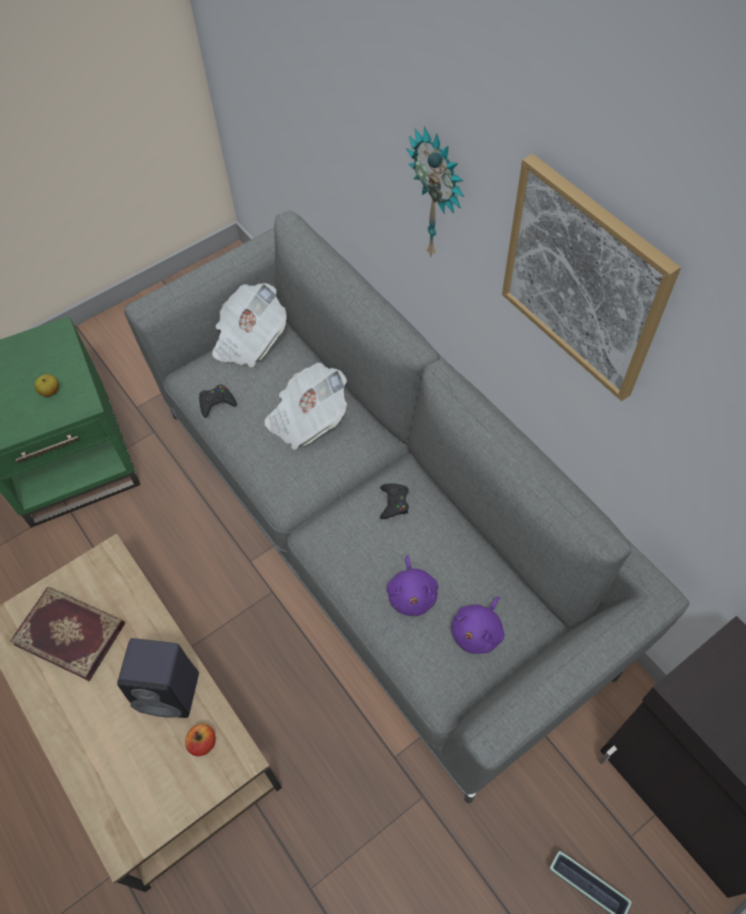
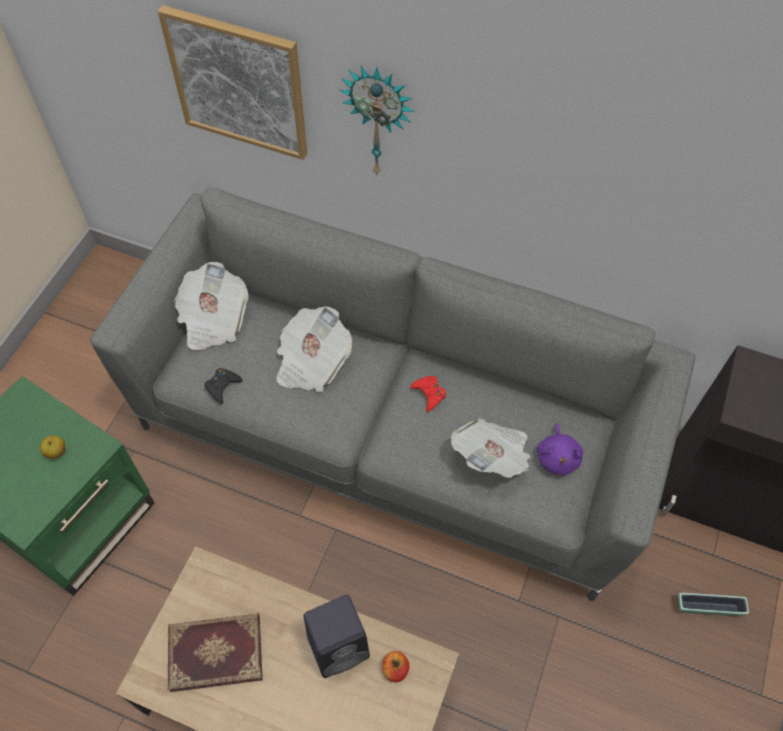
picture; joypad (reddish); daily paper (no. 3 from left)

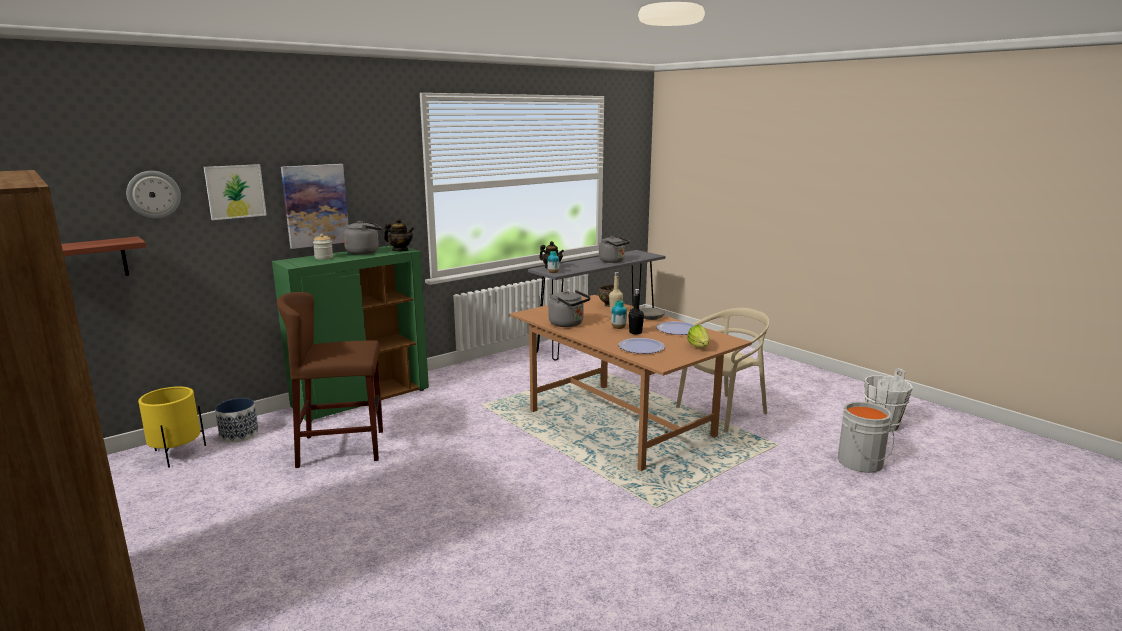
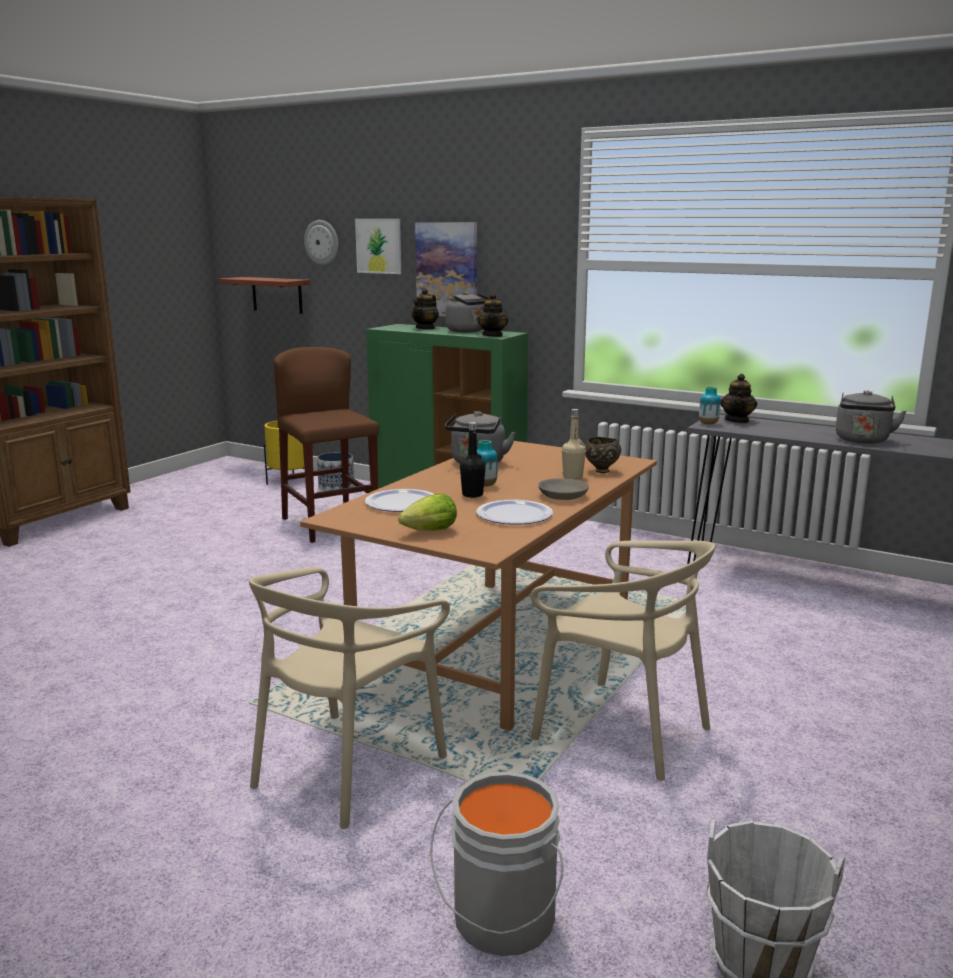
tea pot (no. 1 from left); chair (sand-coloured) (no. 1 from left)

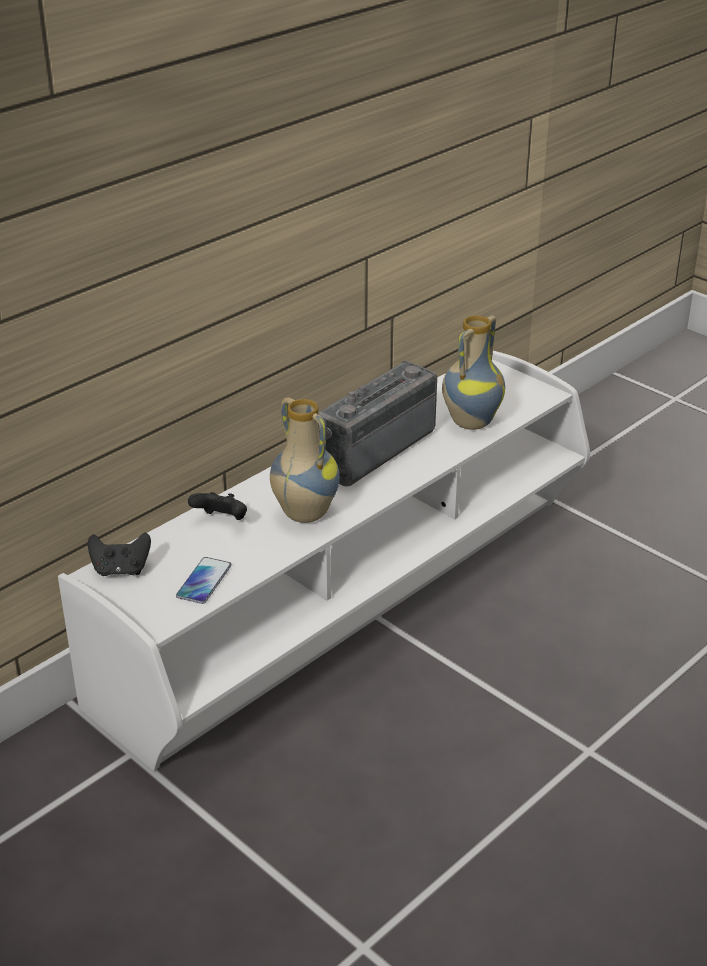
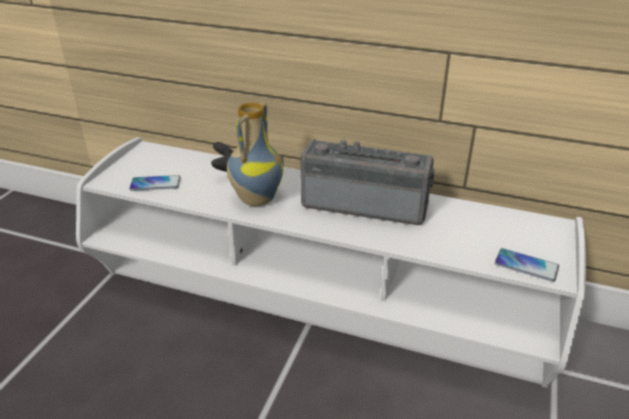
decorative vase (no. 2 from left in the first image); joypad (black-coloured) (no. 1 from left in the first image); handset (no. 2 from left)

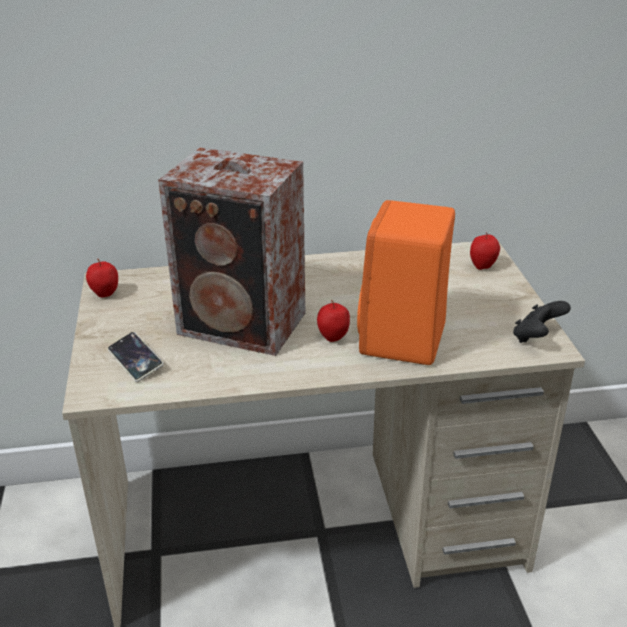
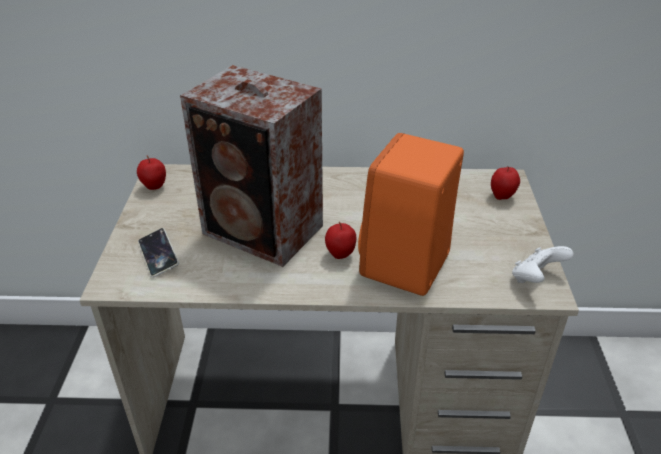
joypad (white-coloured)

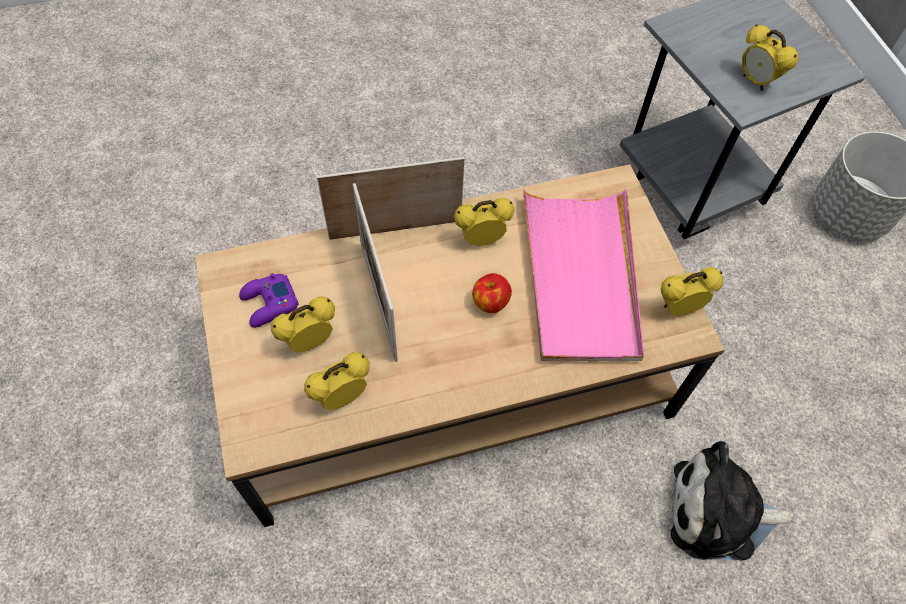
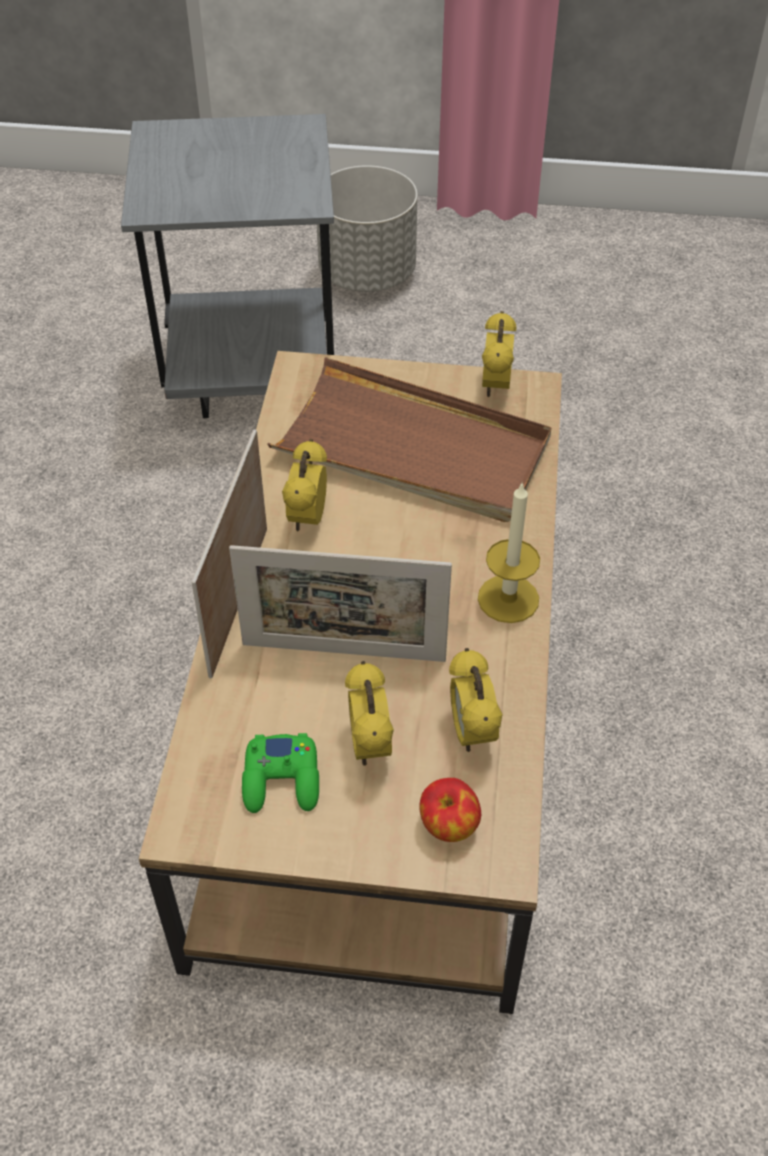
table clock (no. 5 from left in the first image); carrying tray (brownish); joypad (greenish); apple; cuddly toy; candle

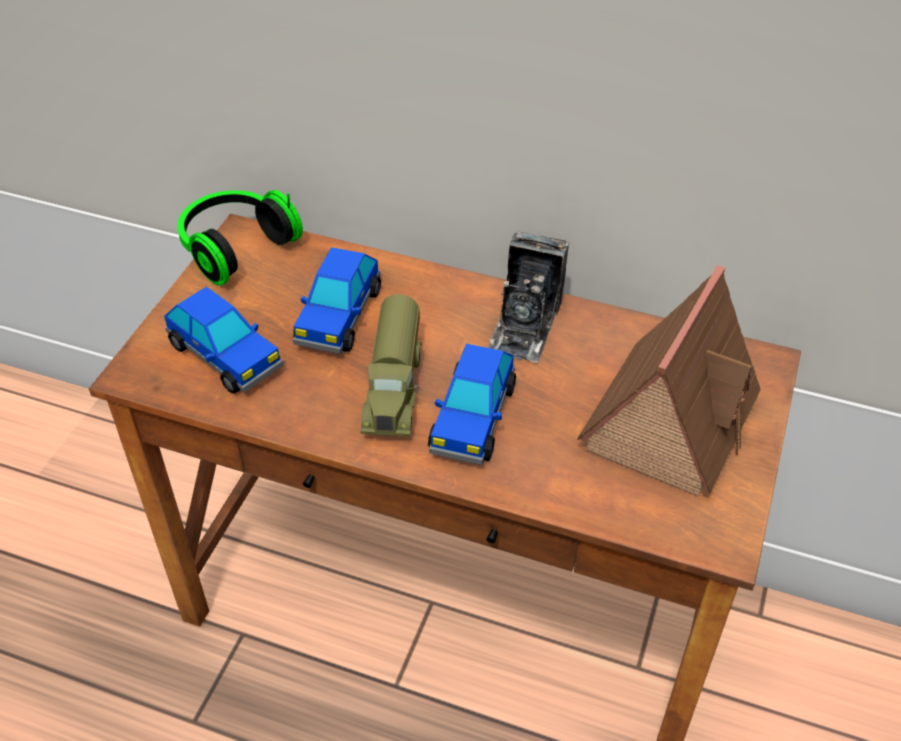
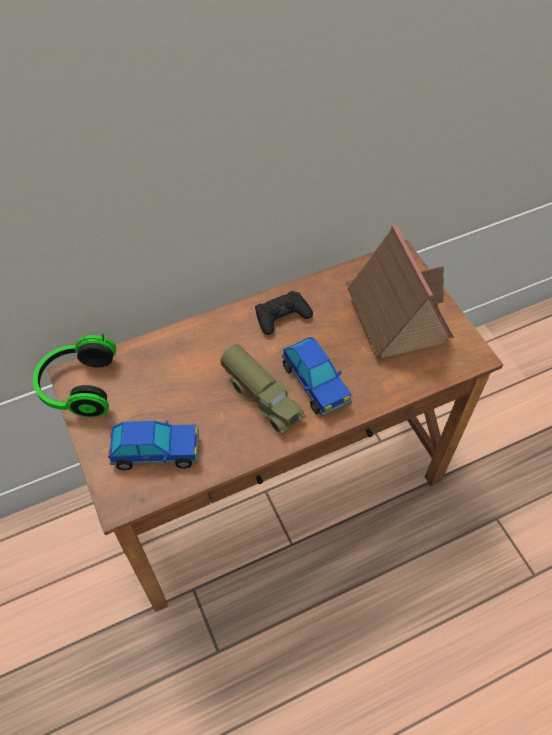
joypad (black-coloured); model car (no. 2 from left in the first image)

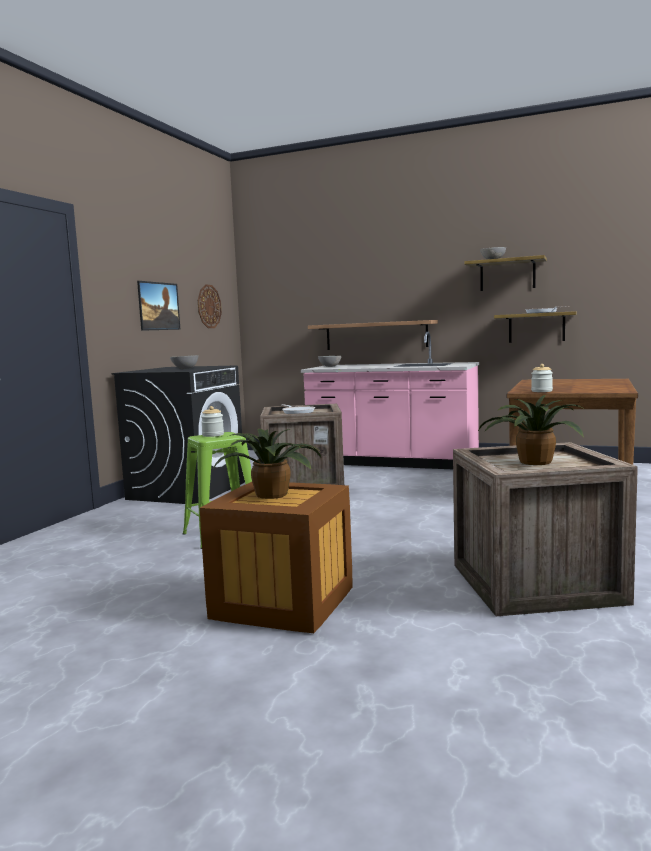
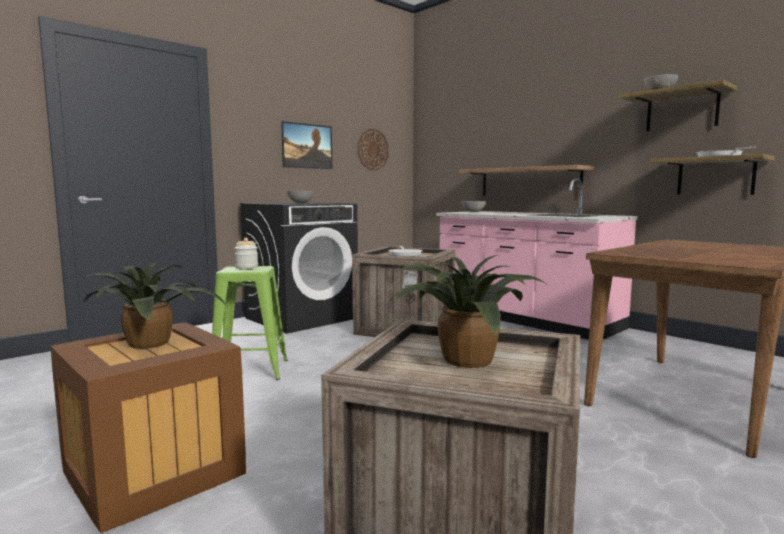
preserve jar (no. 2 from left in the first image)

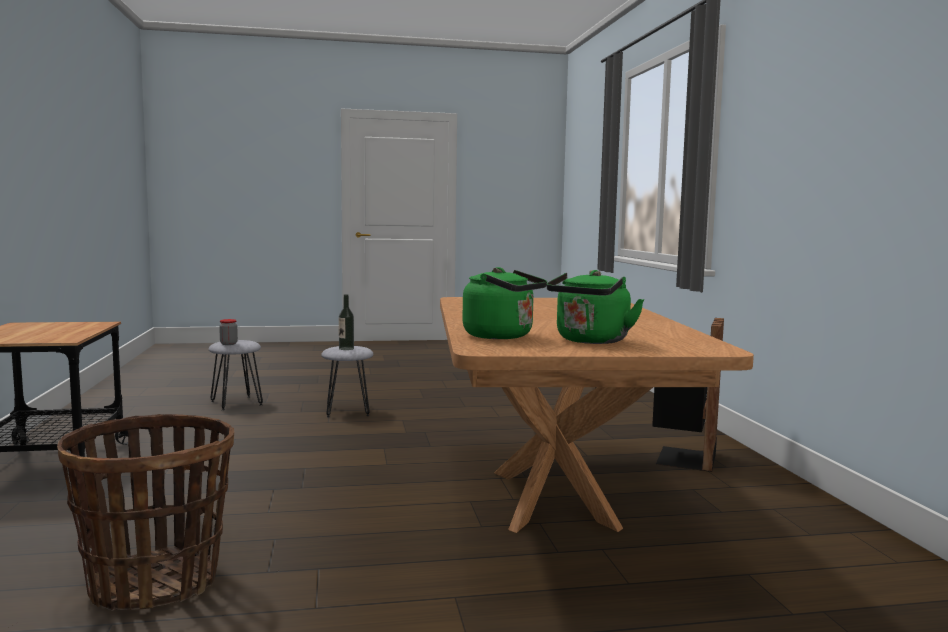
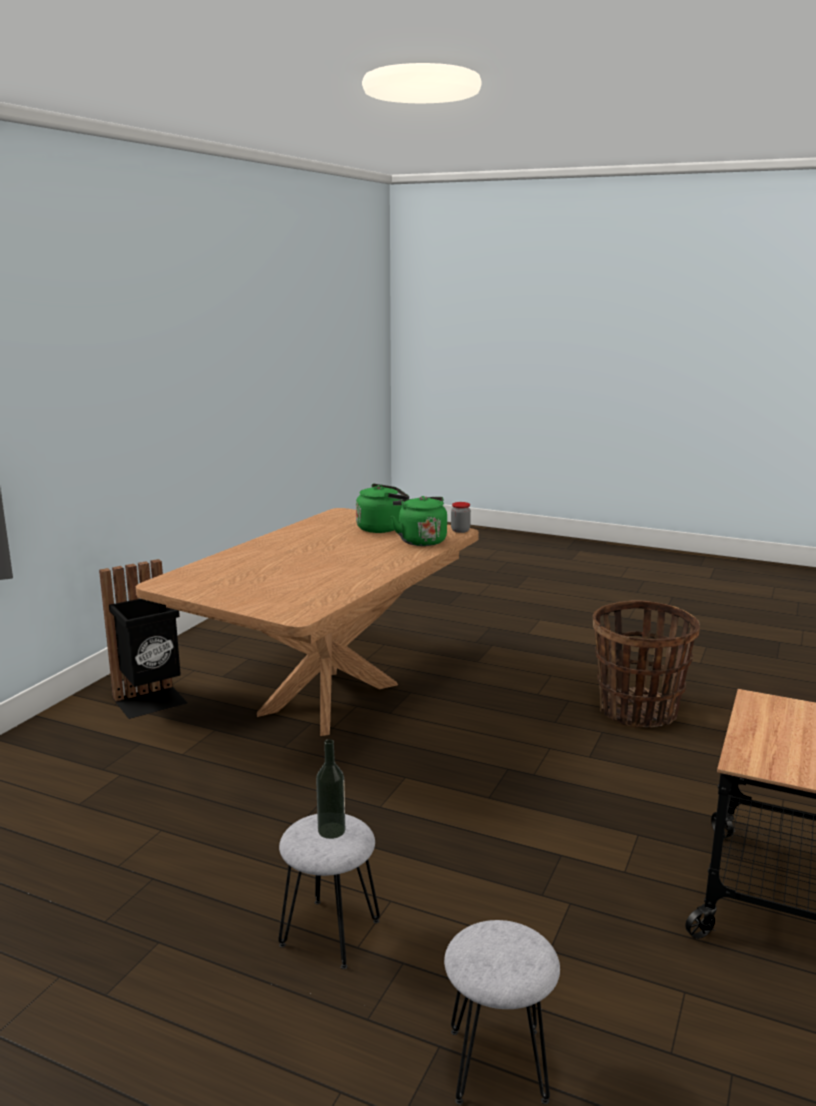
preserve jar

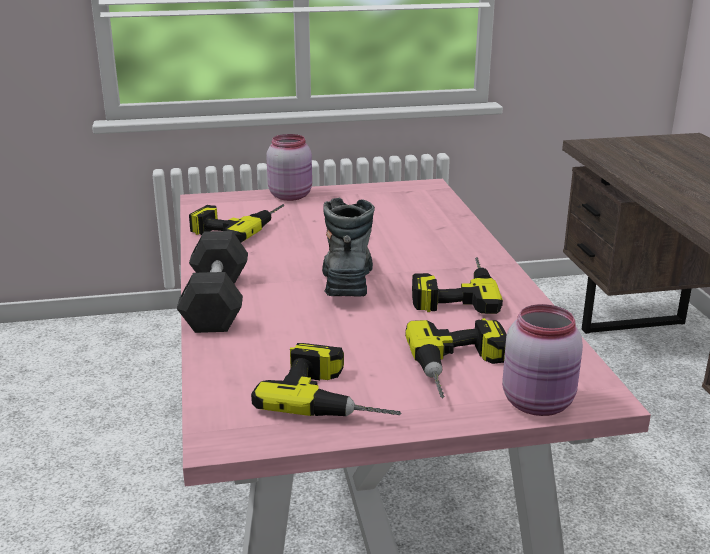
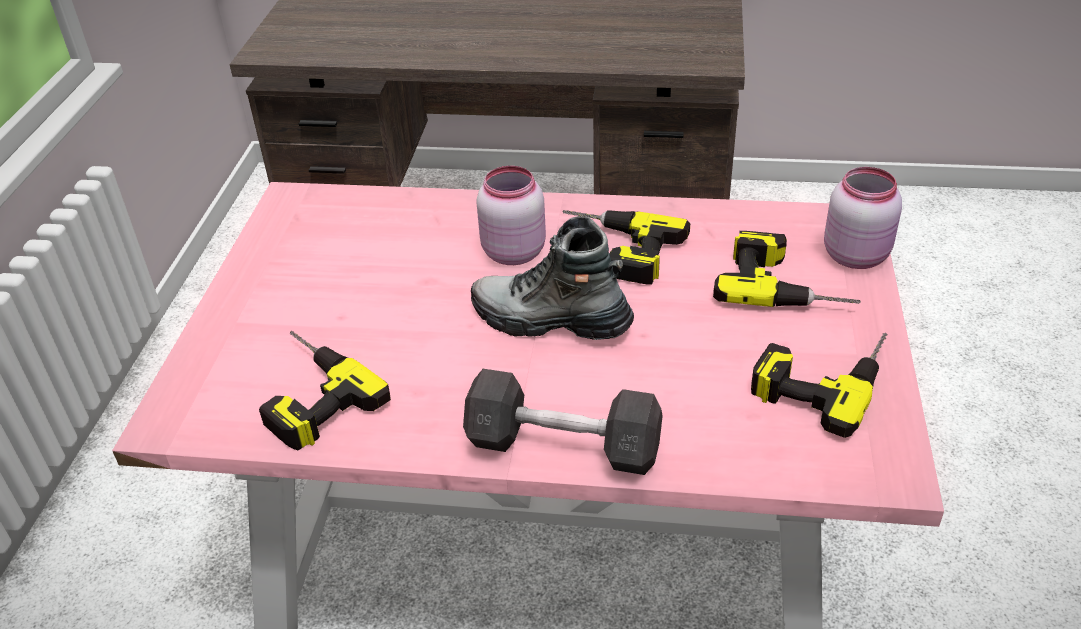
preserve jar (pink) (no. 1 from left)

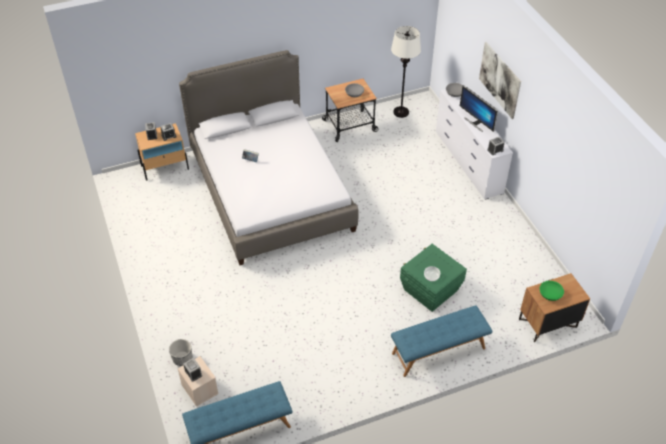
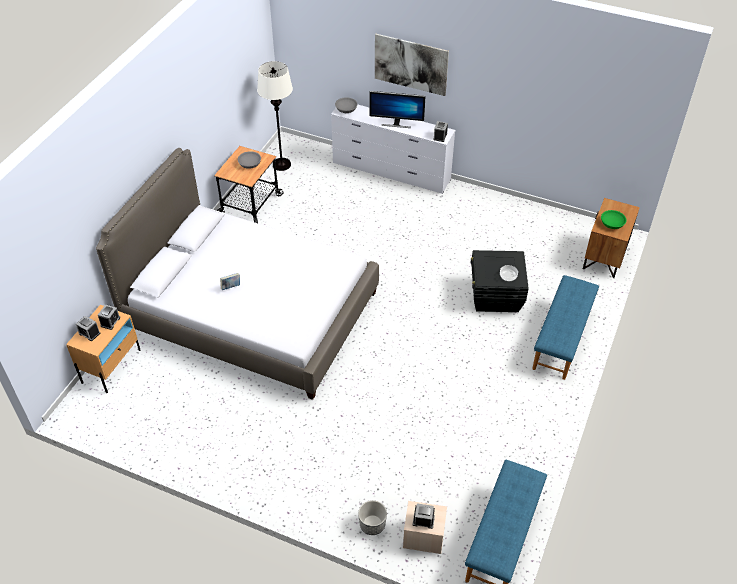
storage box (black-coloured)

